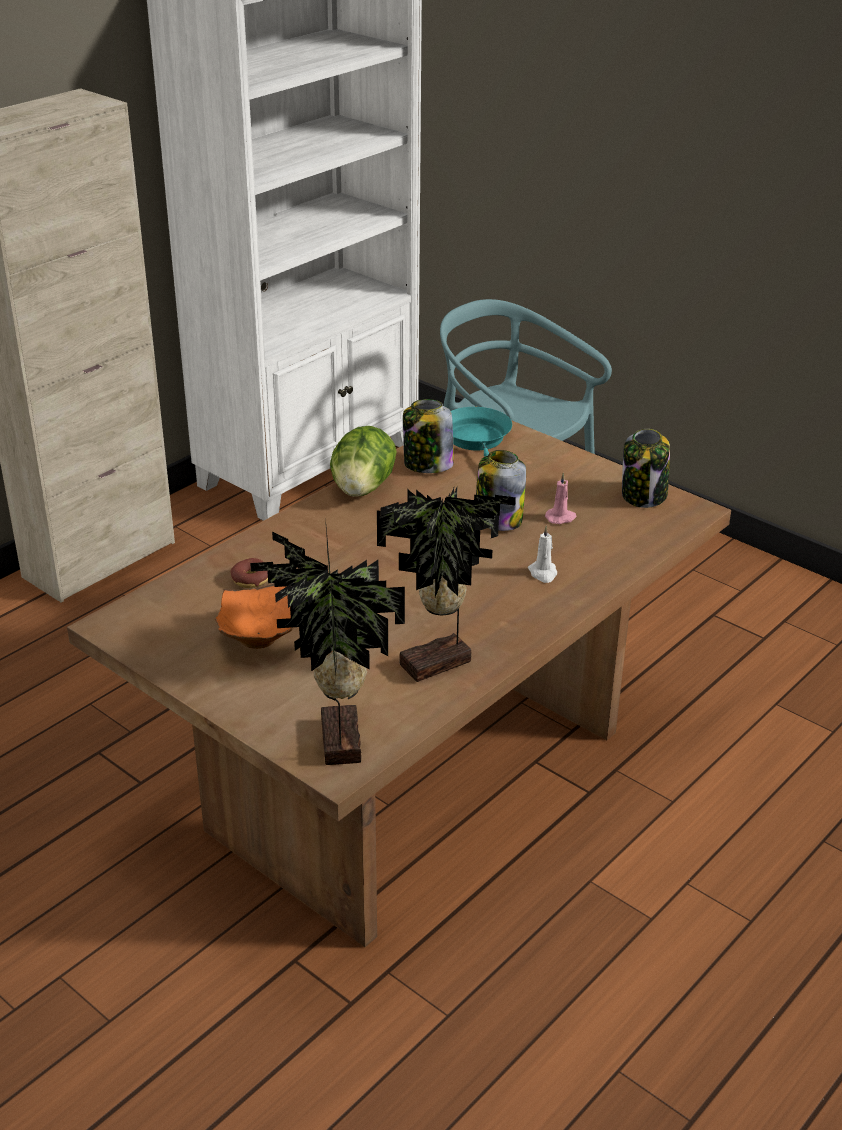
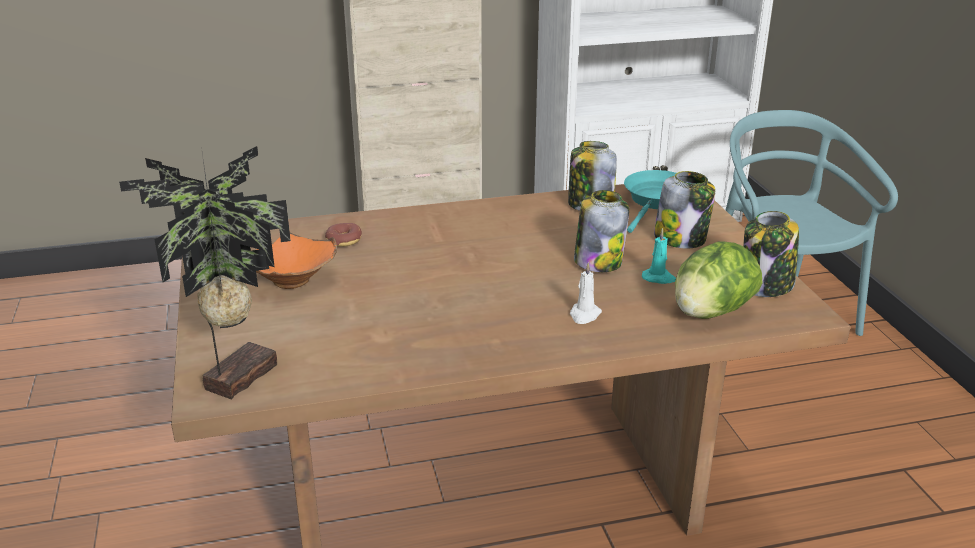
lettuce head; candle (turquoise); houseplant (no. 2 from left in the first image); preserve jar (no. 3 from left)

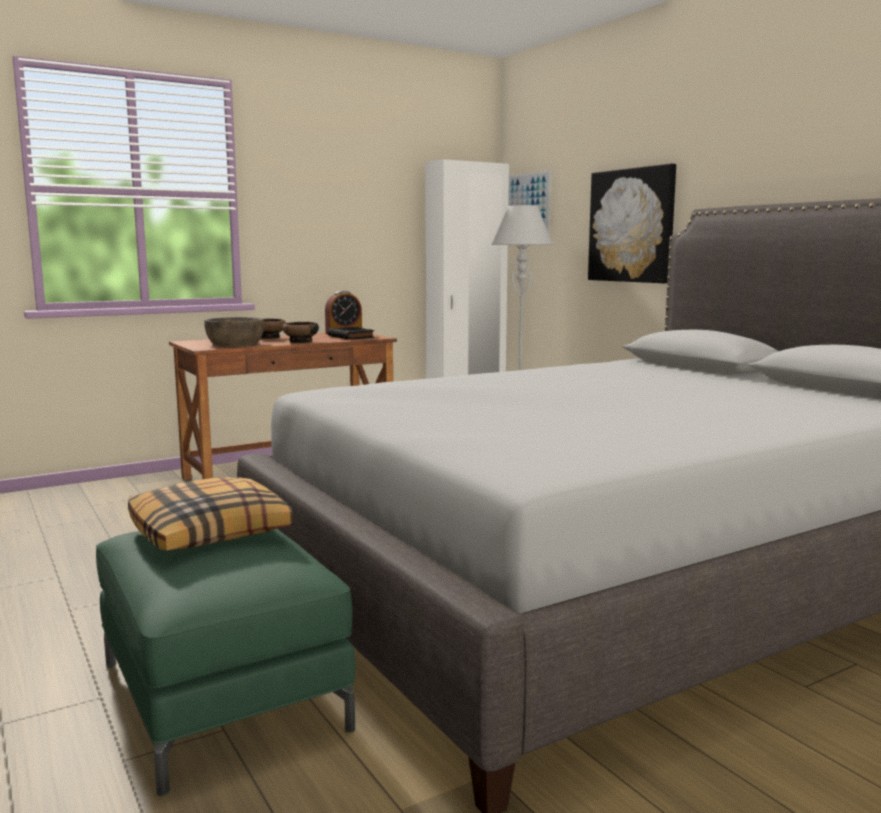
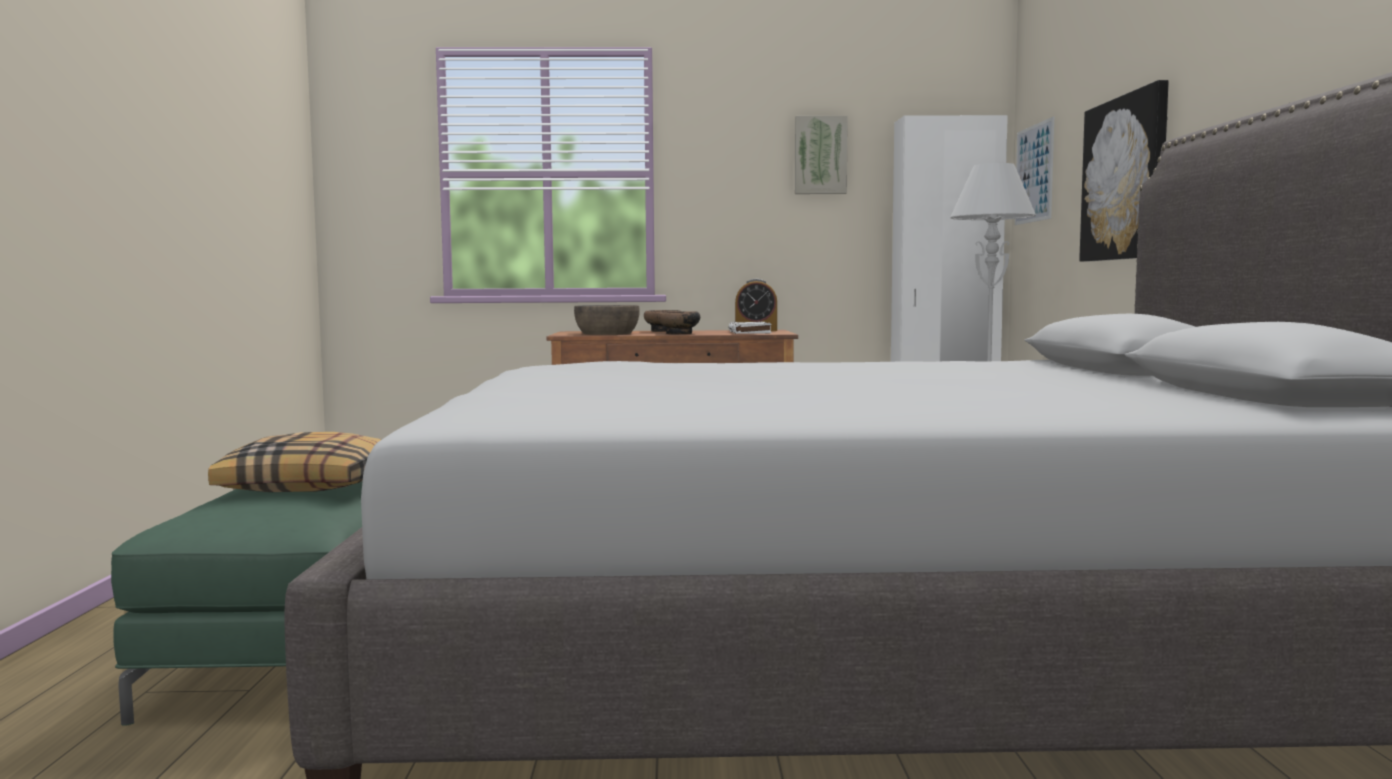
volume (white-coloured); picture (no. 1 from left)

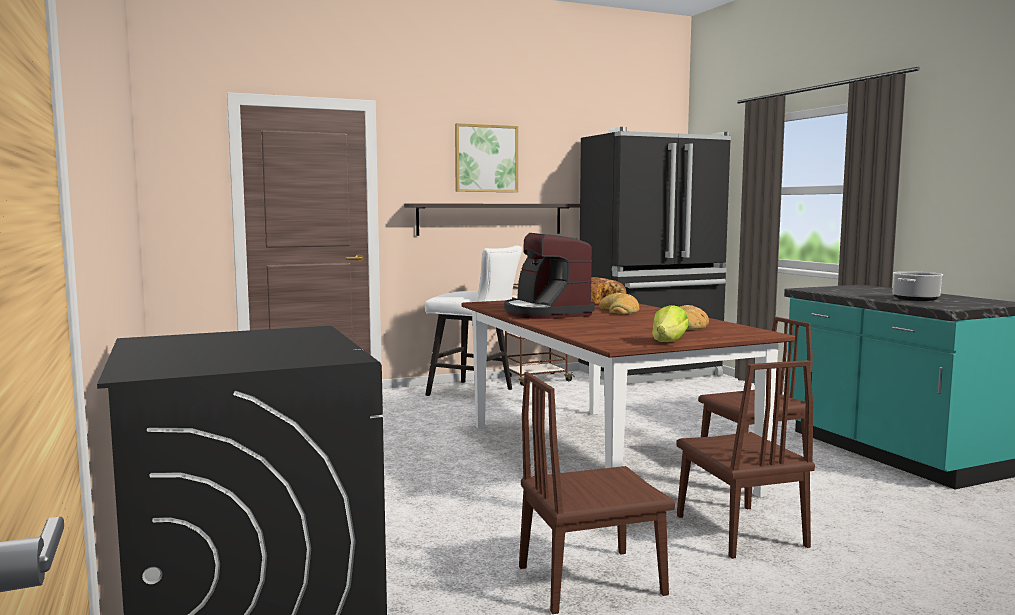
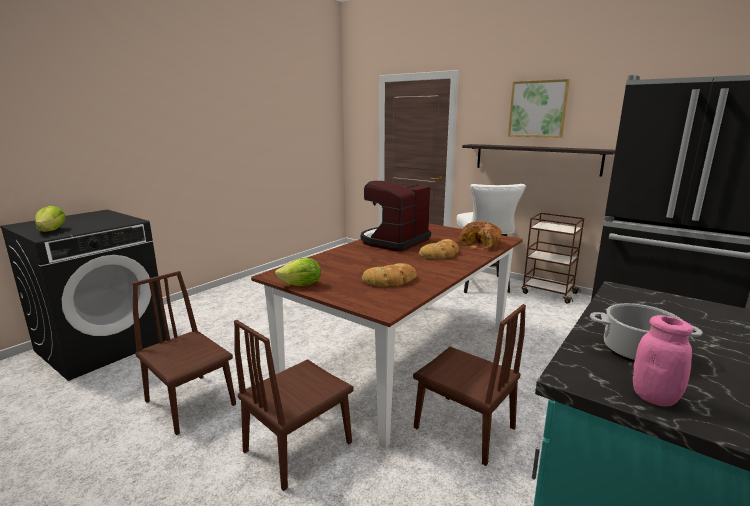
lettuce head (no. 1 from left); preserve jar (pink)

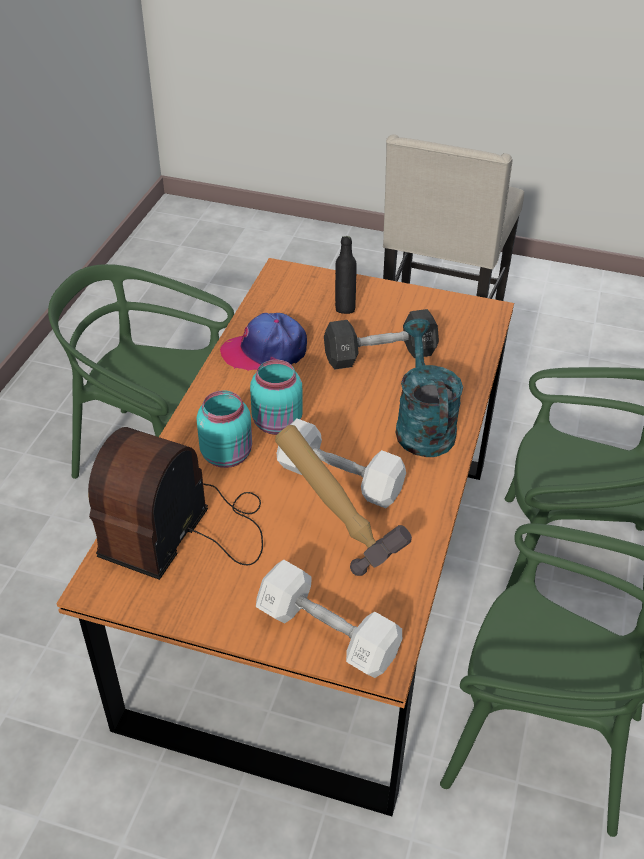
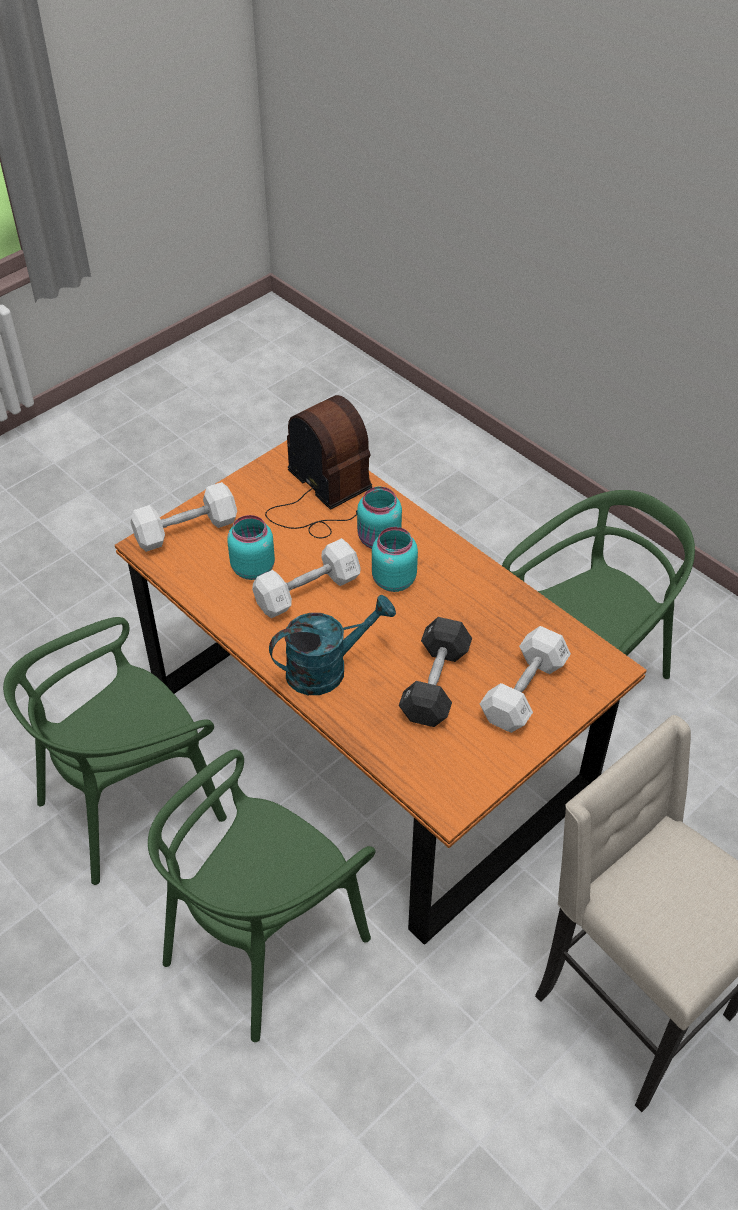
hand weight (white-coloured) (no. 3 from left); peaked cap; watering pot (turquoise); preserve jar (turquoise) (no. 1 from left)

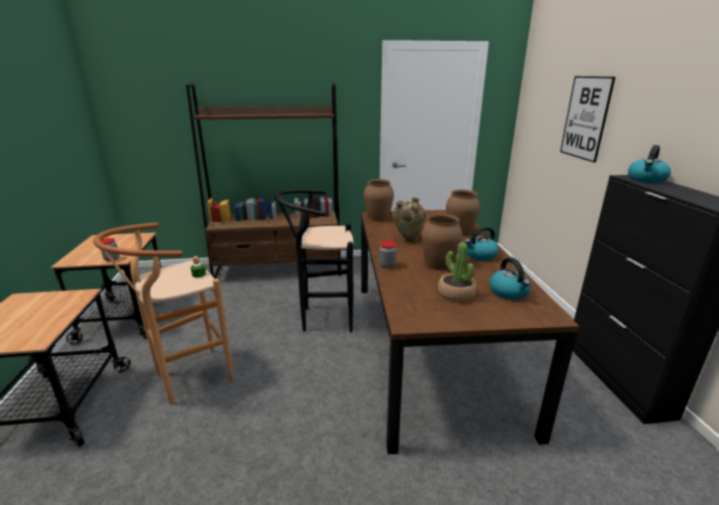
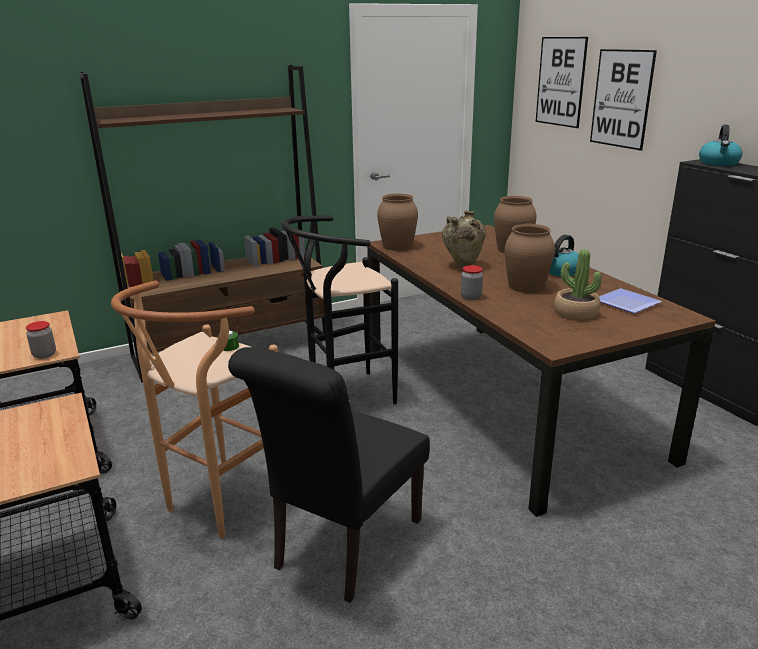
plate; picture (no. 1 from left); chair (black-coloured)

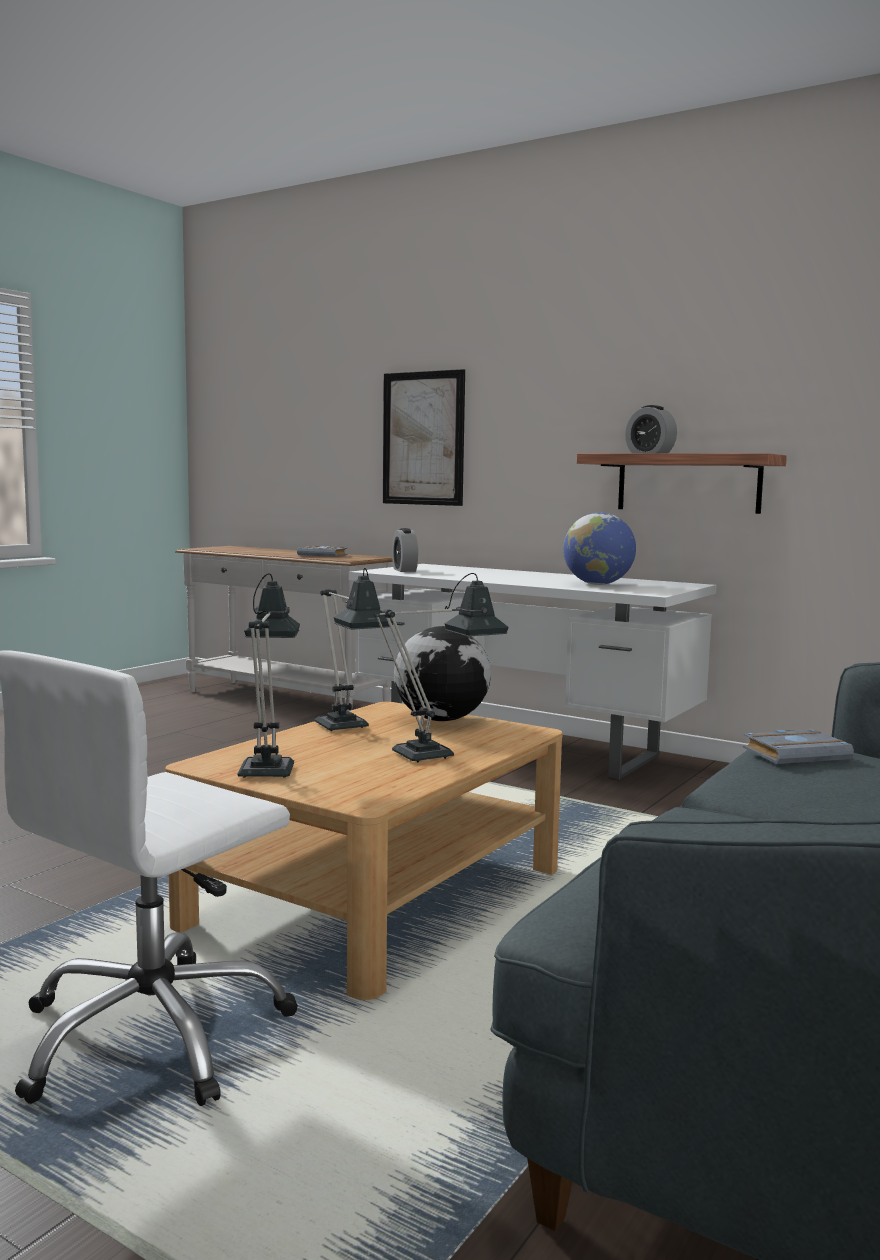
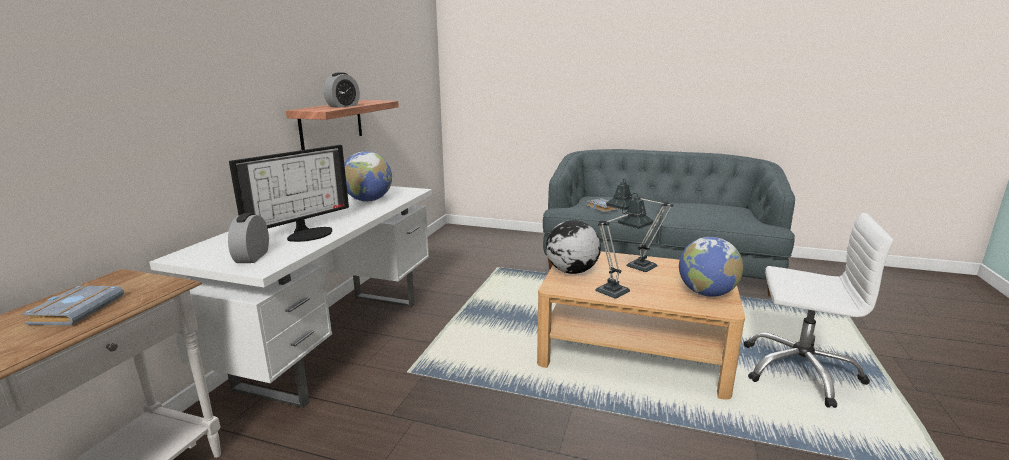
picture; table clock (no. 1 from left); desk globe (no. 3 from left); computer display

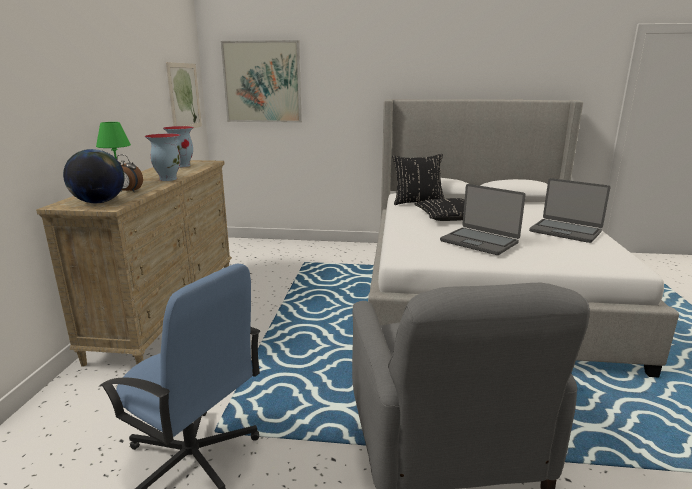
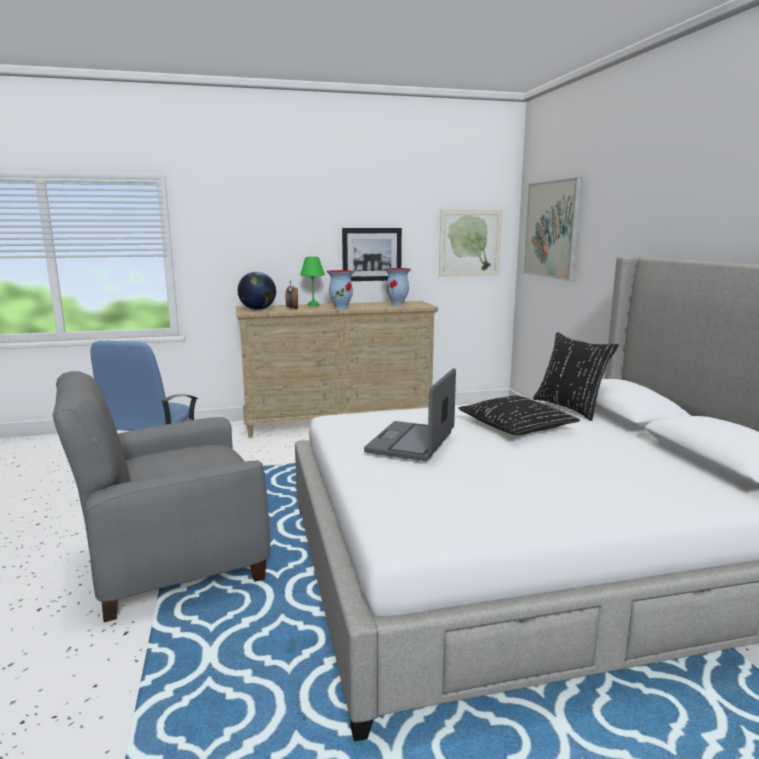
notebook computer (no. 2 from left in the first image); picture (no. 1 from left)

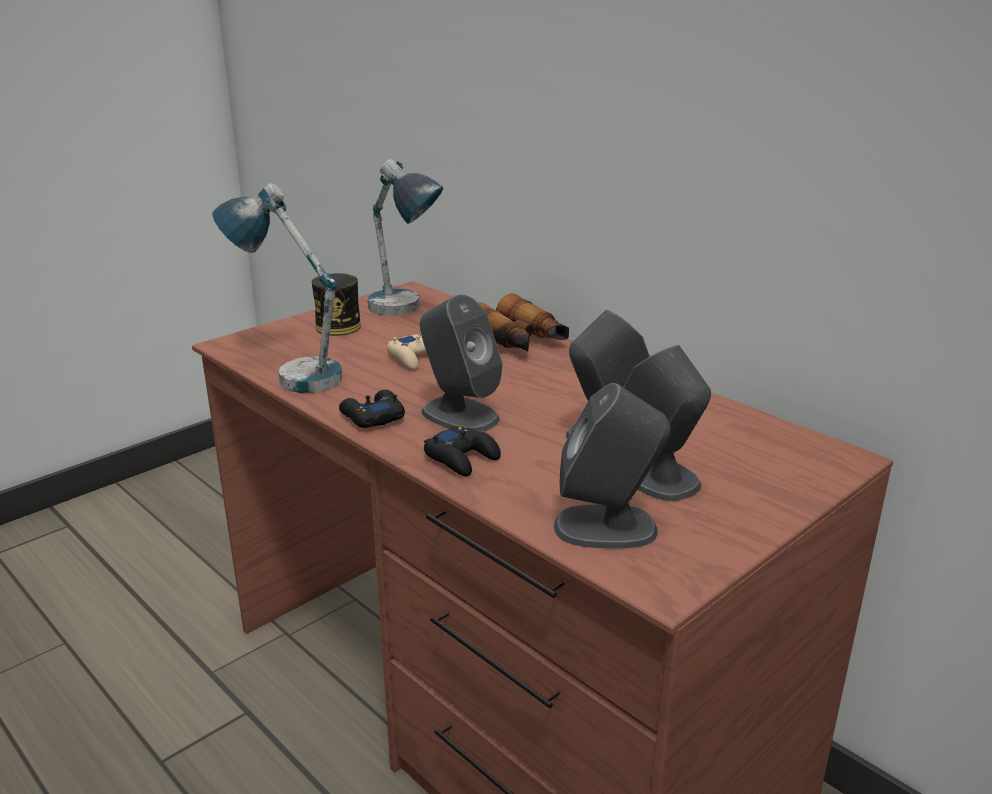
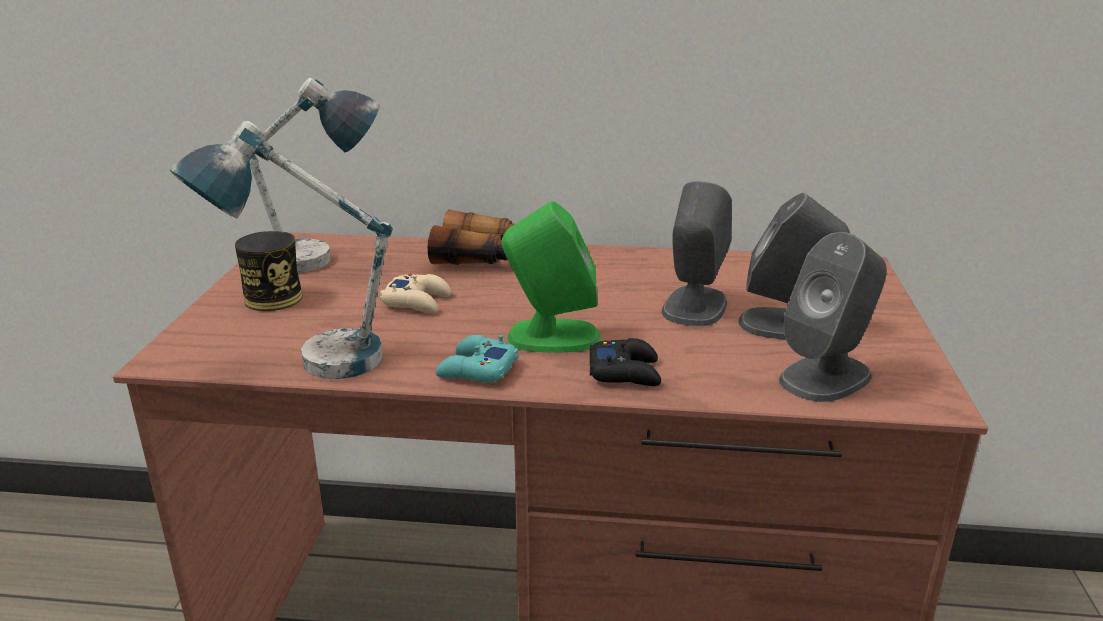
audio speaker (greenish); joypad (turquoise)

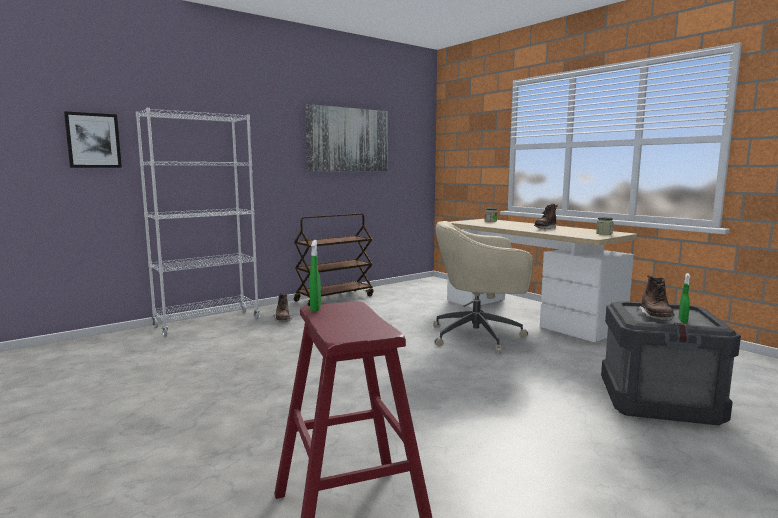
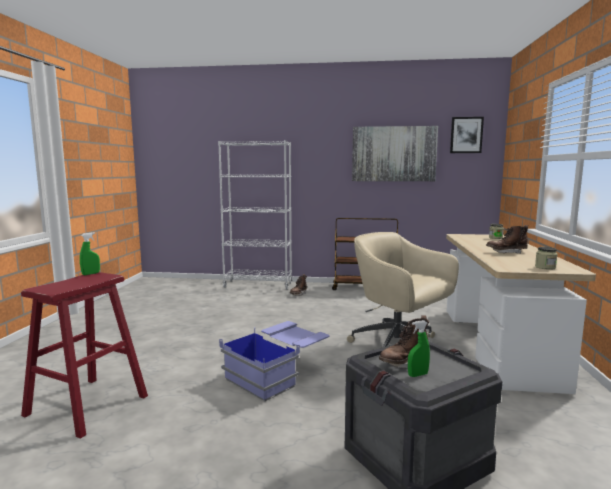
picture (no. 2 from left); storage box (blue)

